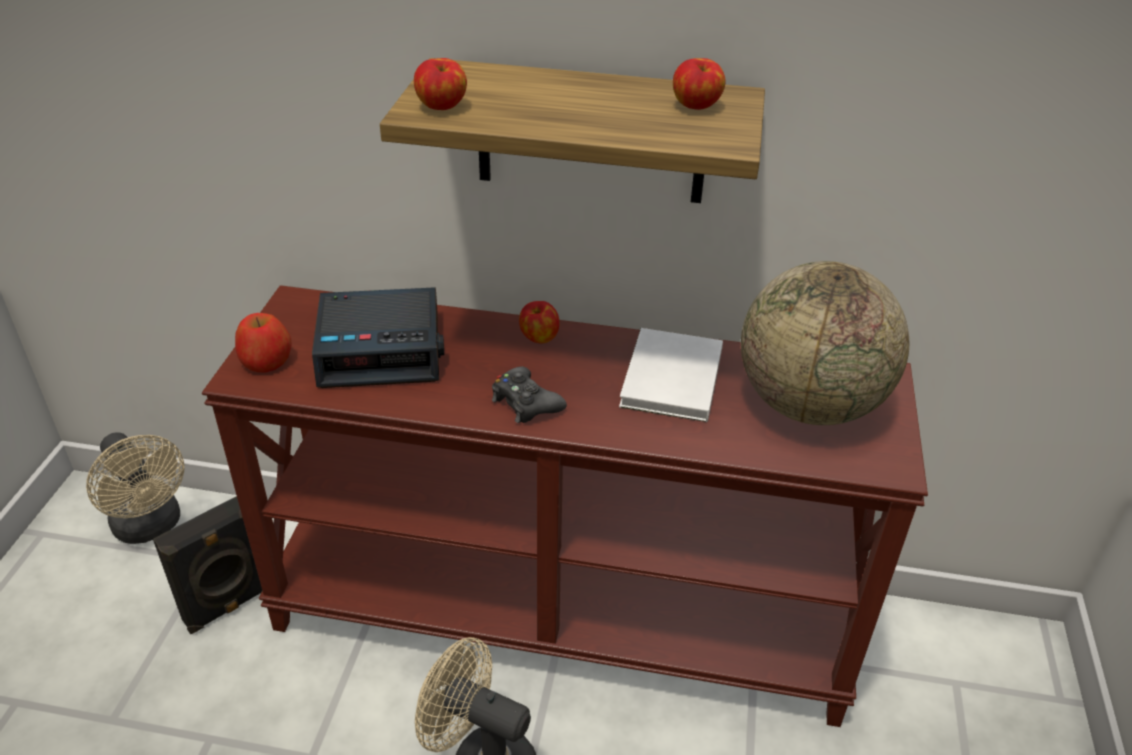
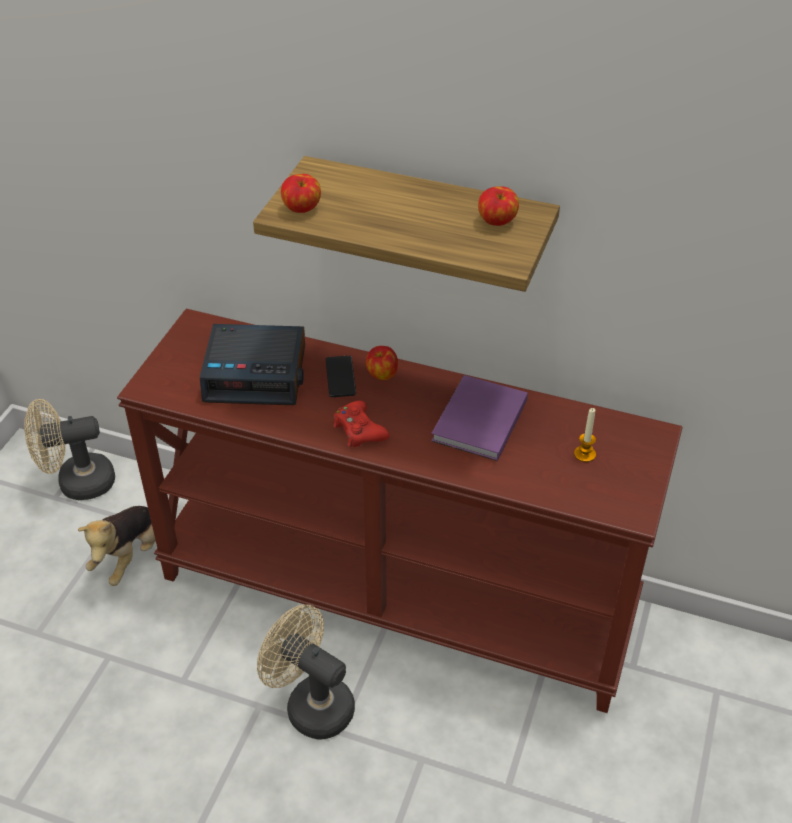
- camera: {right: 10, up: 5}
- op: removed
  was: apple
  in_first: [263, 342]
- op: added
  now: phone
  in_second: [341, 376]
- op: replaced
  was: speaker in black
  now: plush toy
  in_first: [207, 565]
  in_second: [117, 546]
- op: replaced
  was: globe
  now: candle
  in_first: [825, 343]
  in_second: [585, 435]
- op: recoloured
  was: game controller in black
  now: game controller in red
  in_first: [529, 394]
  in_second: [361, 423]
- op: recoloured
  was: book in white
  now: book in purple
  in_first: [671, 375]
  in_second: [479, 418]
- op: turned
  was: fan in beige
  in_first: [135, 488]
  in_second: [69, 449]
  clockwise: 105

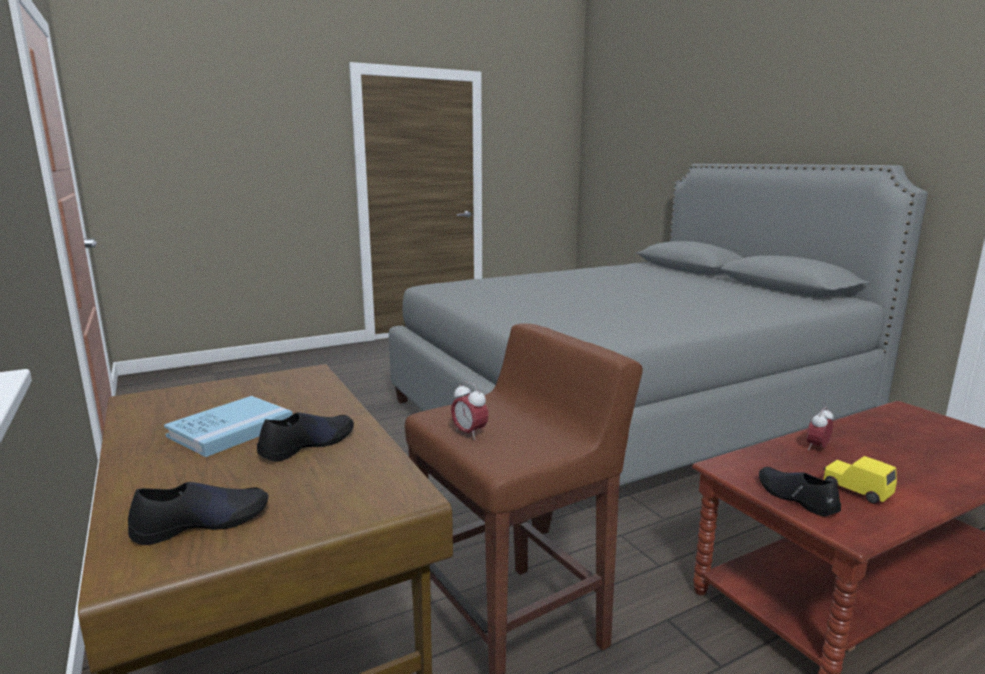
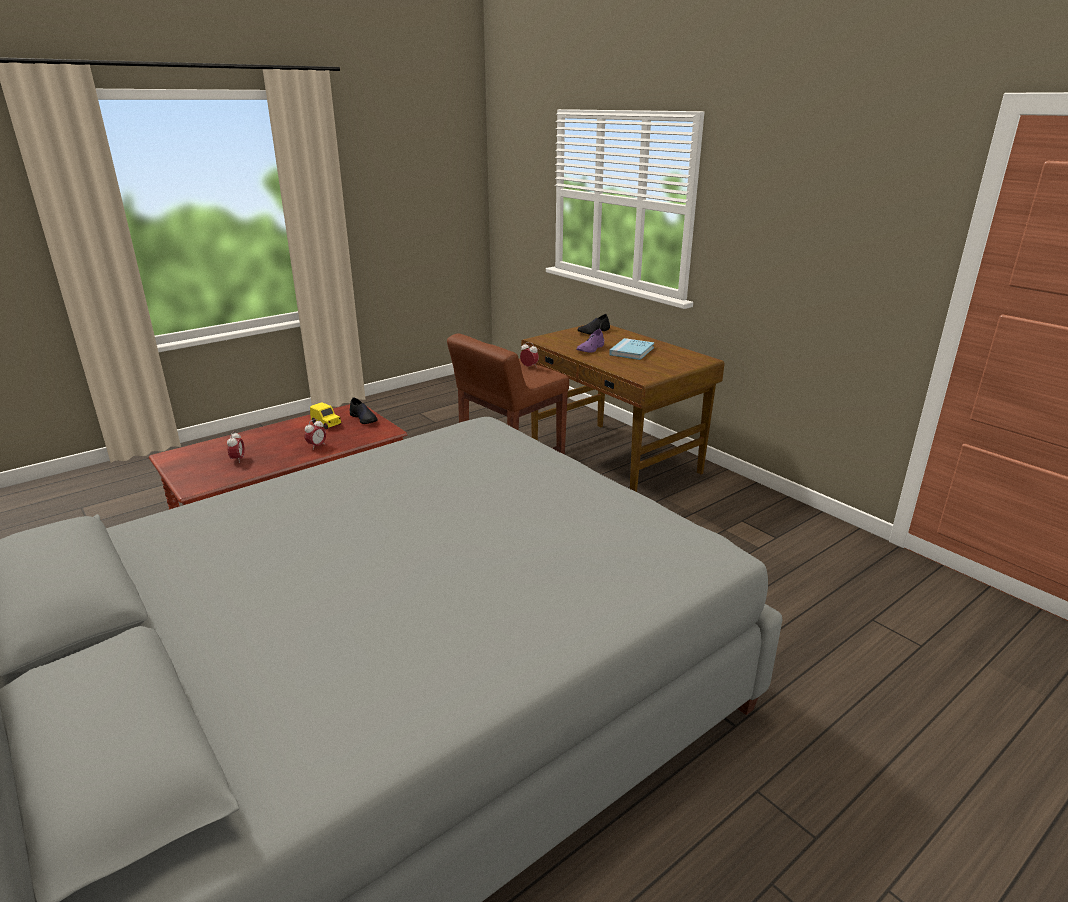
- camera: {right: 170, up: 10}
- op: added
  now: alarm clock
  in_second: [236, 447]
- op: recoloured
  was: shoe in black
  now: shoe in purple
  in_first: [305, 437]
  in_second: [590, 341]

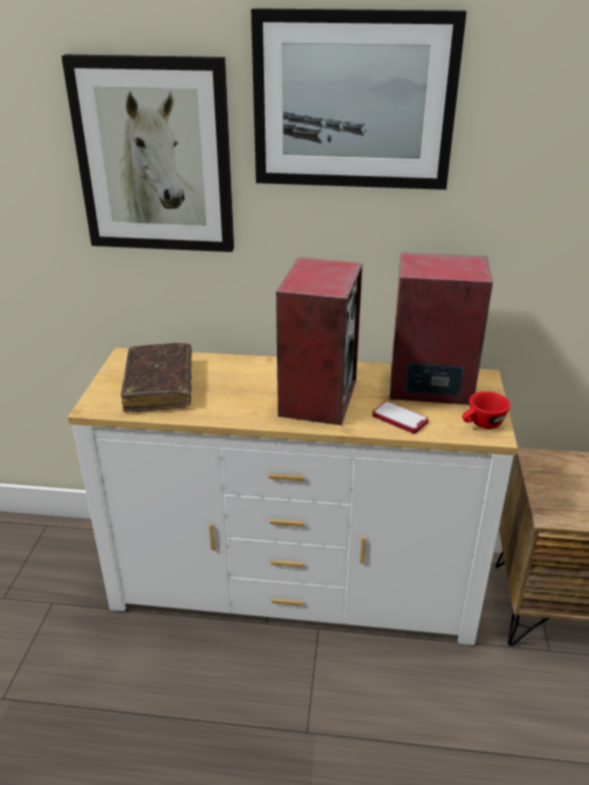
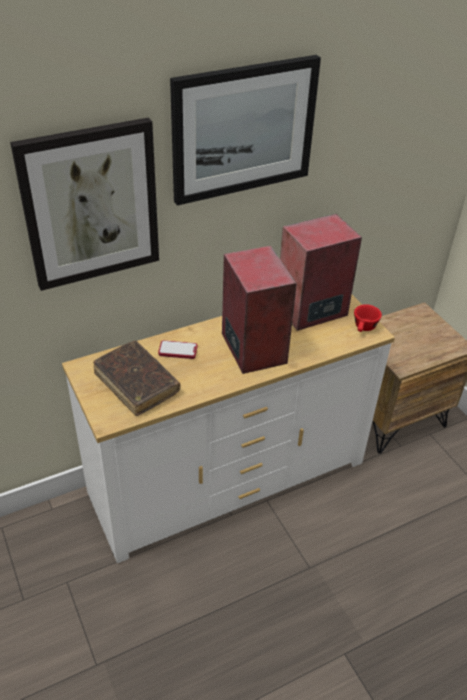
- camera: {right: -35, up: 10}
- op: moved
  was: phone
  in_first: [400, 417]
  in_second: [177, 349]

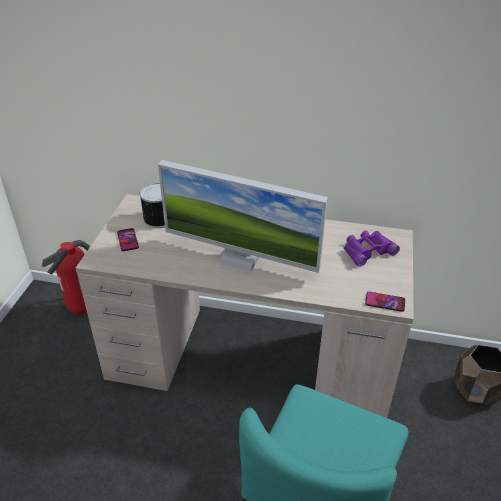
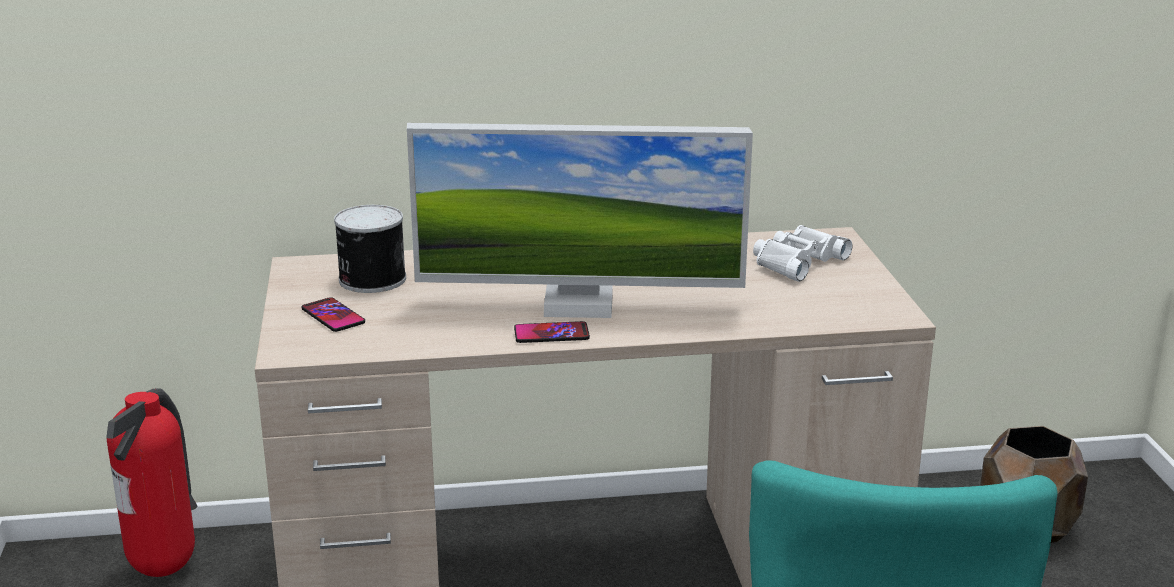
- camera: {right: -20, up: -15}
- op: moved
  was: phone
  in_first: [385, 302]
  in_second: [552, 332]
- op: recoloured
  was: binoculars in purple
  now: binoculars in white
  in_first: [372, 249]
  in_second: [803, 253]

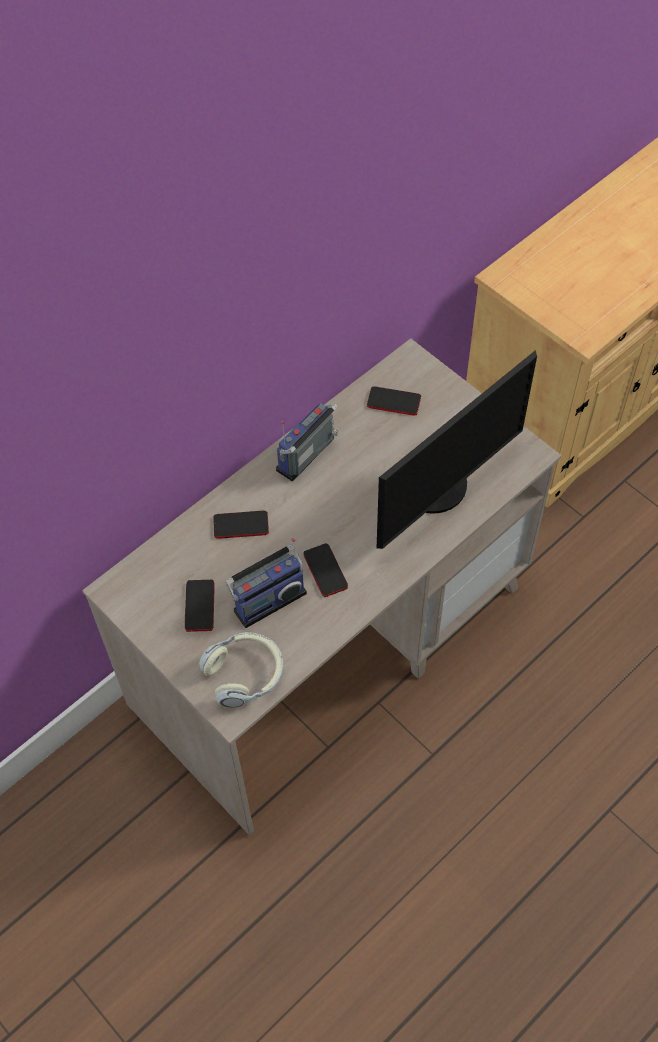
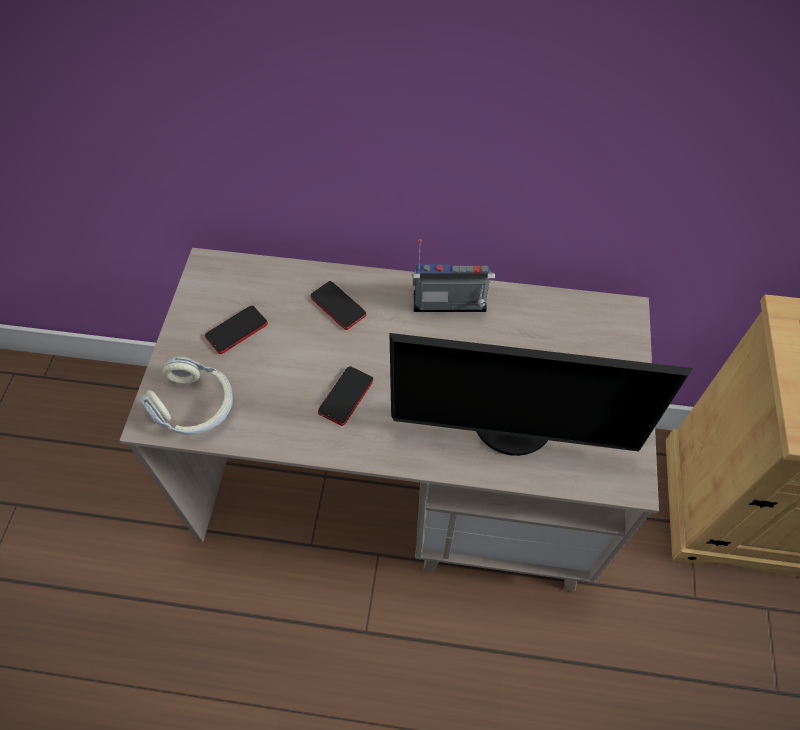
- camera: {right: 50, up: 0}
- op: removed
  was: radio
  in_first: [266, 583]
- op: removed
  was: phone
  in_first: [394, 401]

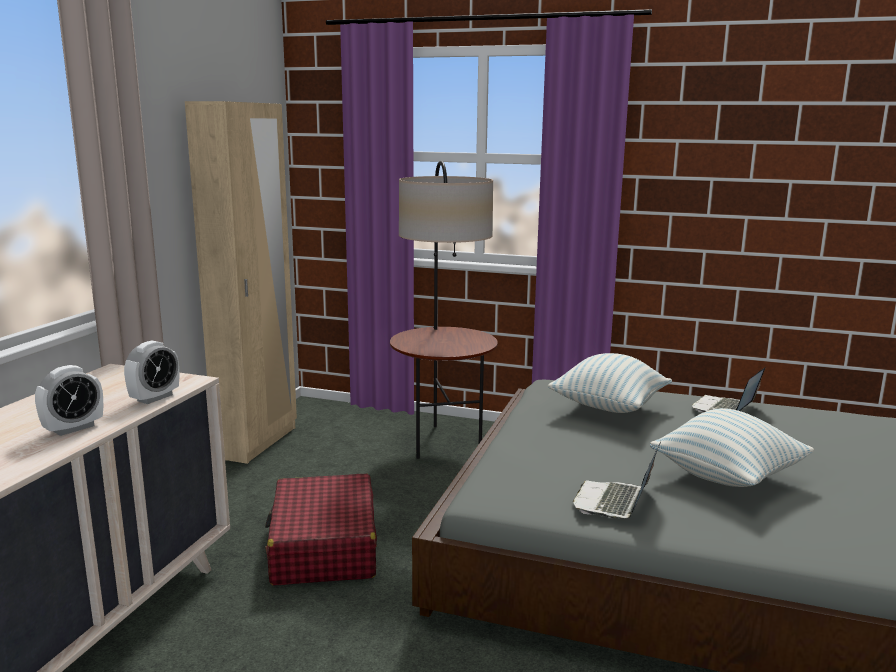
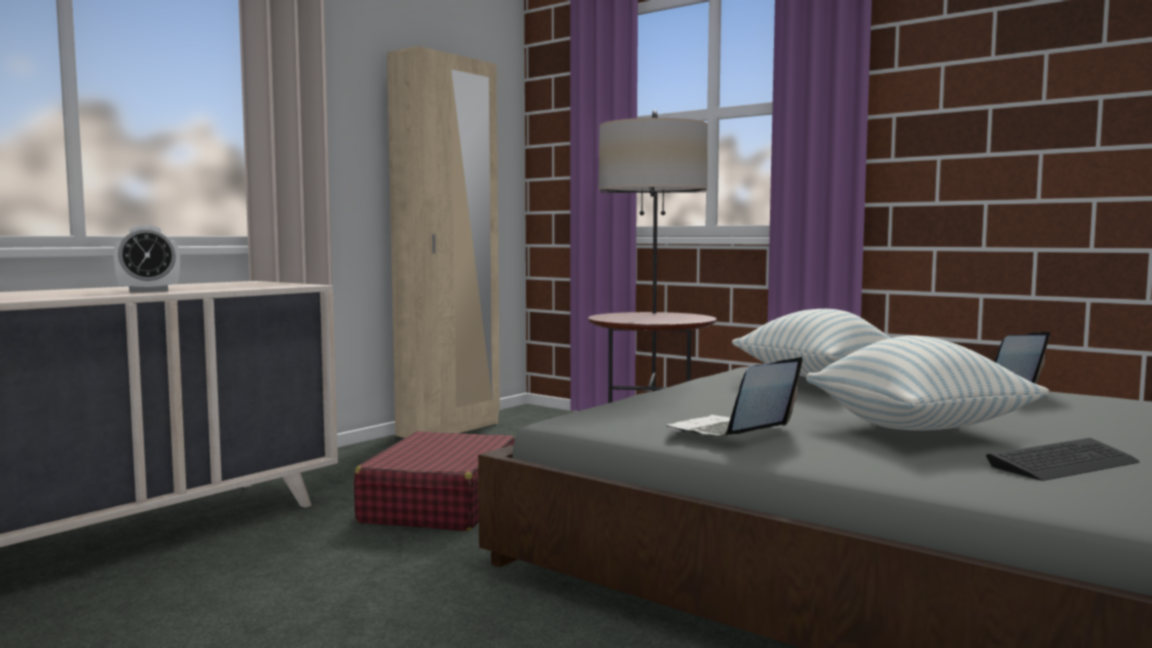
- camera: {right: 20, up: -10}
- op: removed
  was: alarm clock
  in_first: [151, 372]
- op: added
  now: keyboard
  in_second: [1062, 459]

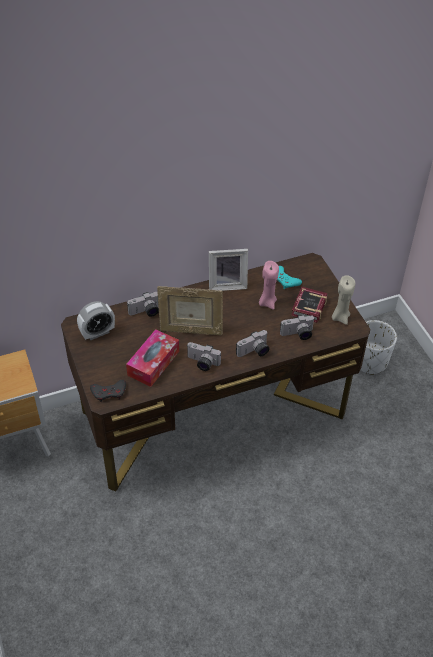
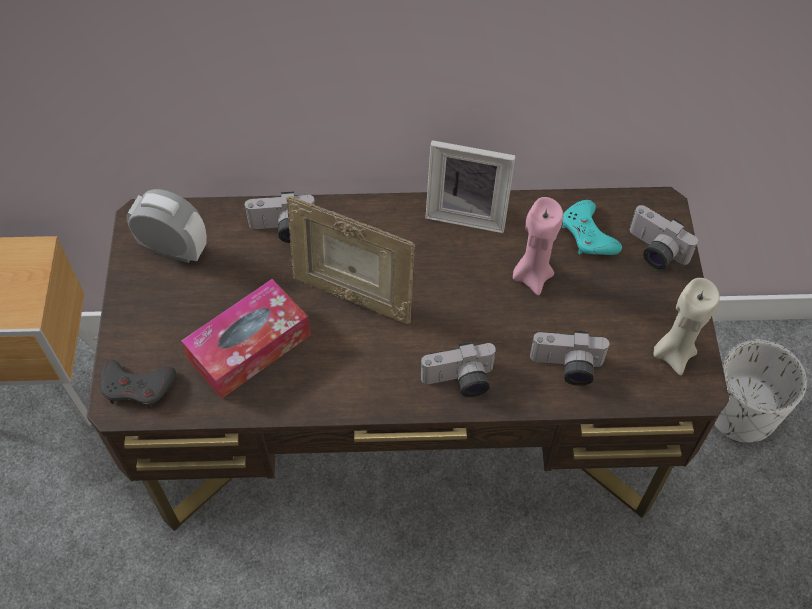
- camera: {right: 20, up: 10}
- op: removed
  was: book
  in_first: [309, 305]
- op: moved
  was: photo camera
  in_first: [204, 356]
  in_second: [664, 237]
- op: turned
  was: alarm clock
  in_first: [96, 320]
  in_second: [166, 226]
  clockwise: -150

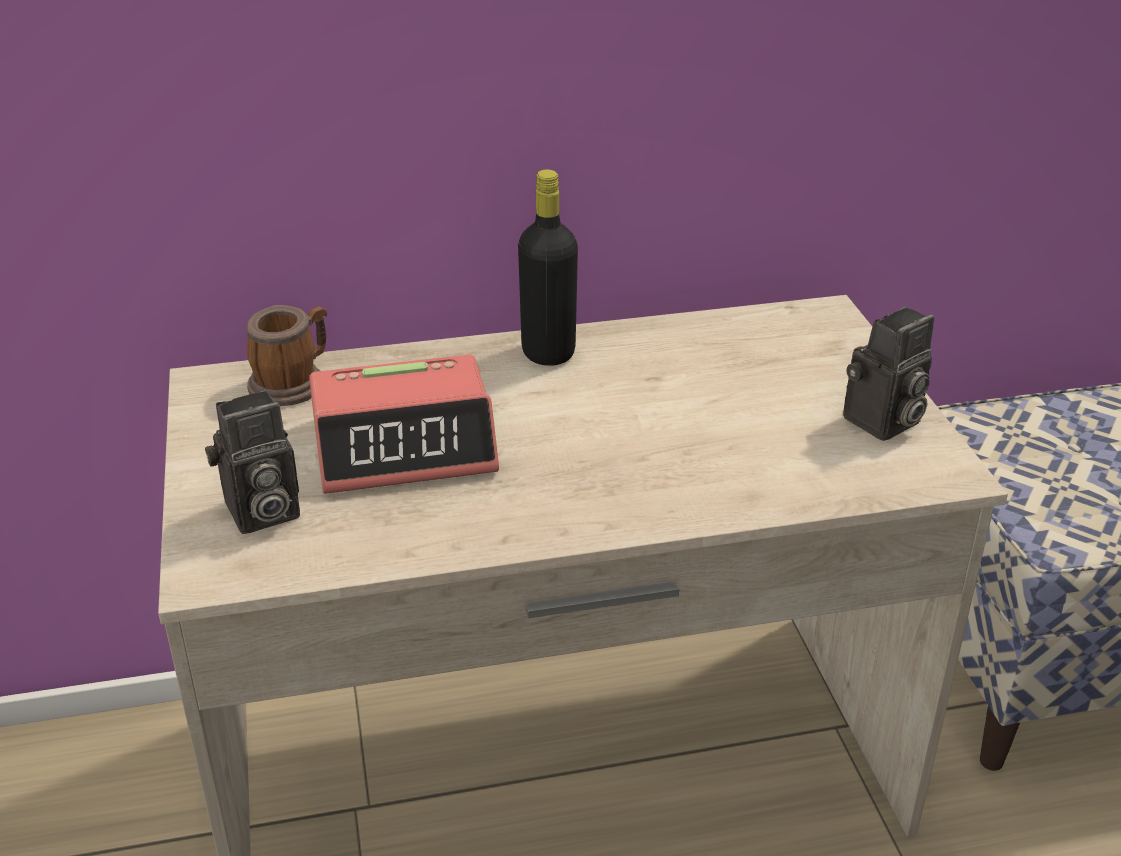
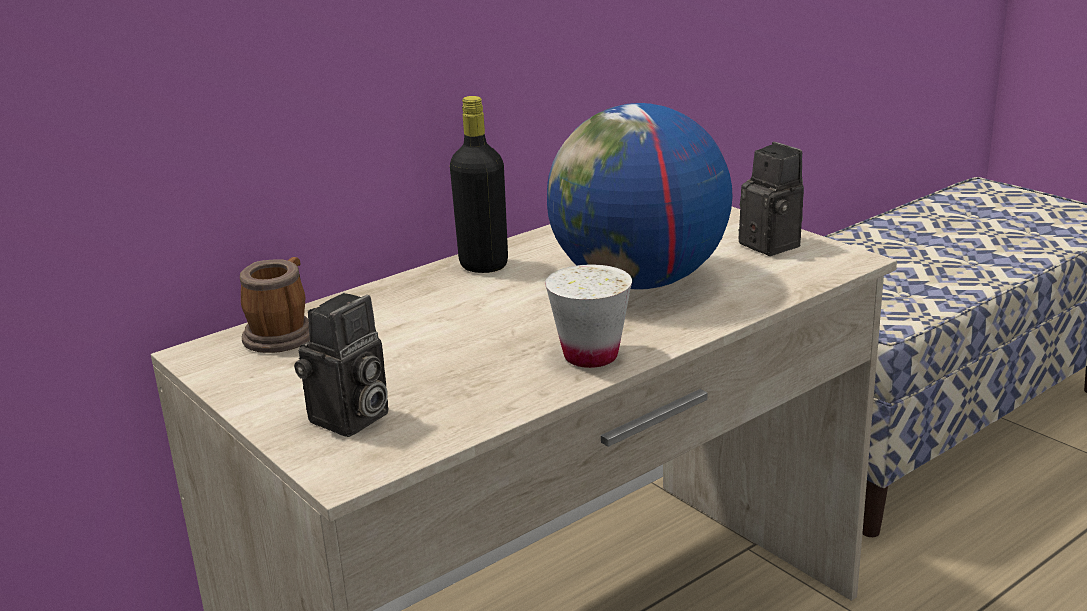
- camera: {right: -25, up: -10}
- op: removed
  was: alarm clock
  in_first: [404, 424]
- op: added
  now: cup in white
  in_second: [588, 316]
- op: added
  now: globe
  in_second: [639, 196]
- op: turned
  was: photo camera
  in_first: [888, 374]
  in_second: [771, 199]
  clockwise: -60

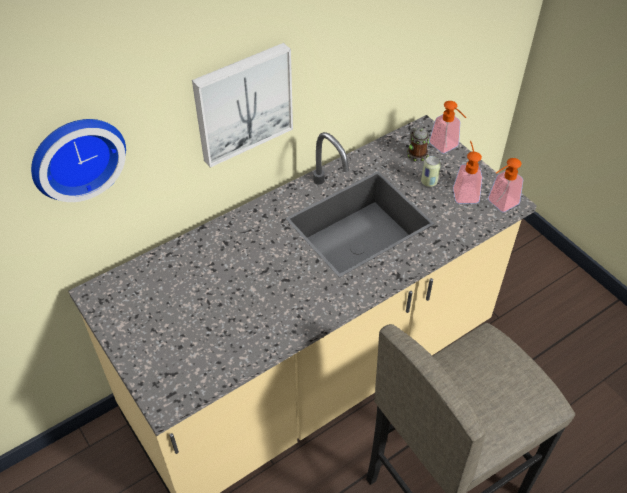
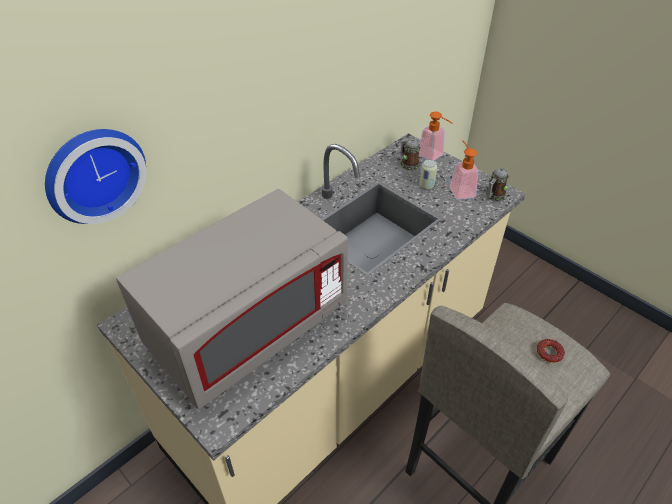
- camera: {right: -10, up: -5}
- op: removed
  was: picture
  in_first: [242, 105]
- op: added
  now: microwave in grey
  in_second: [232, 299]
- op: added
  now: donut
  in_second: [551, 351]
- op: replaced
  was: soap dispenser
  now: mug
  in_first: [505, 185]
  in_second: [497, 184]

